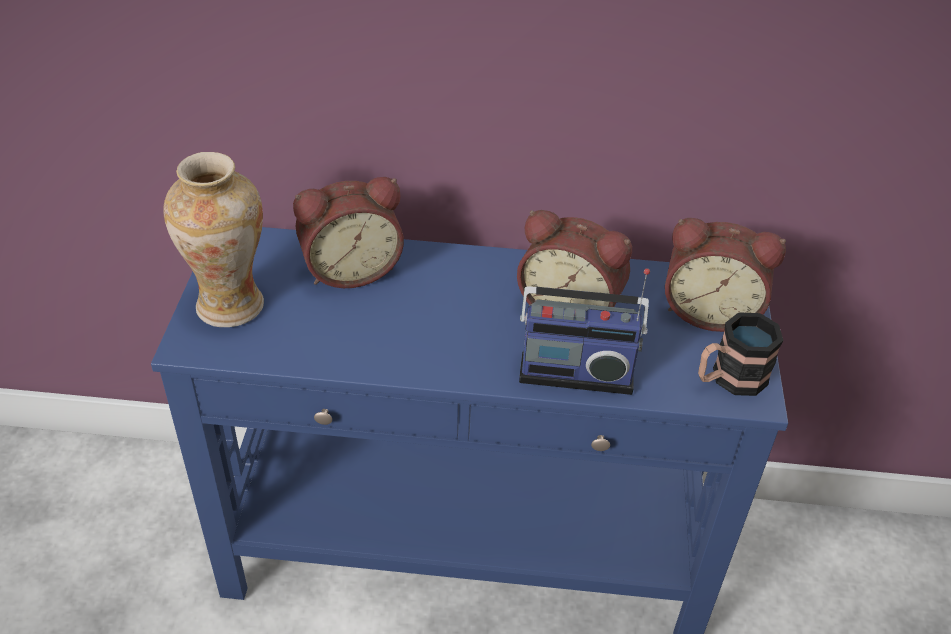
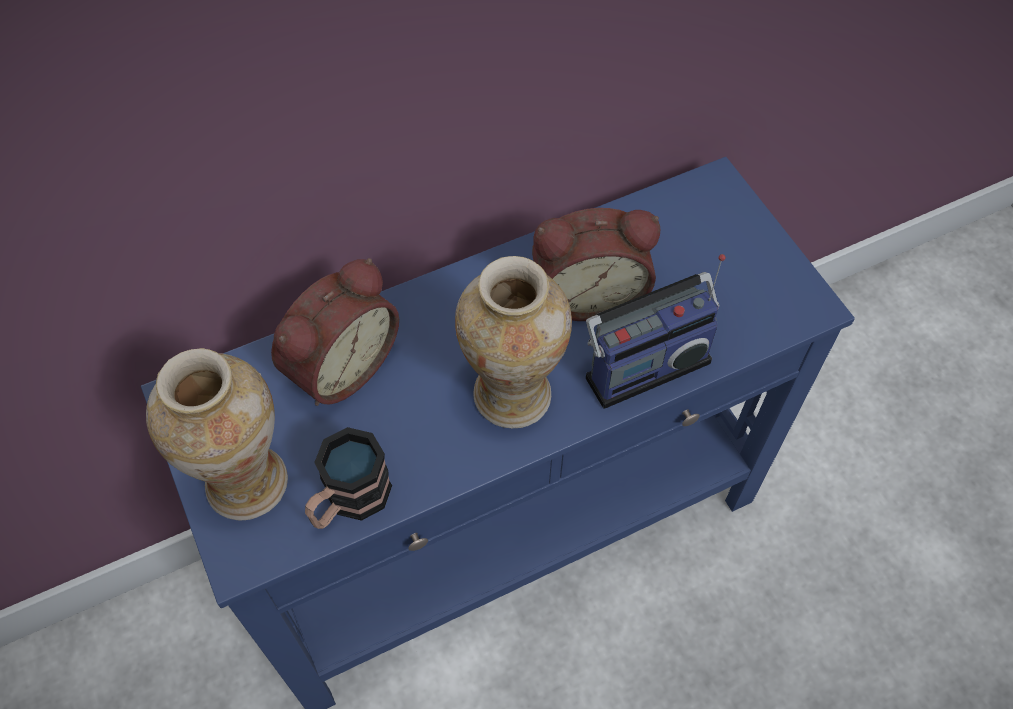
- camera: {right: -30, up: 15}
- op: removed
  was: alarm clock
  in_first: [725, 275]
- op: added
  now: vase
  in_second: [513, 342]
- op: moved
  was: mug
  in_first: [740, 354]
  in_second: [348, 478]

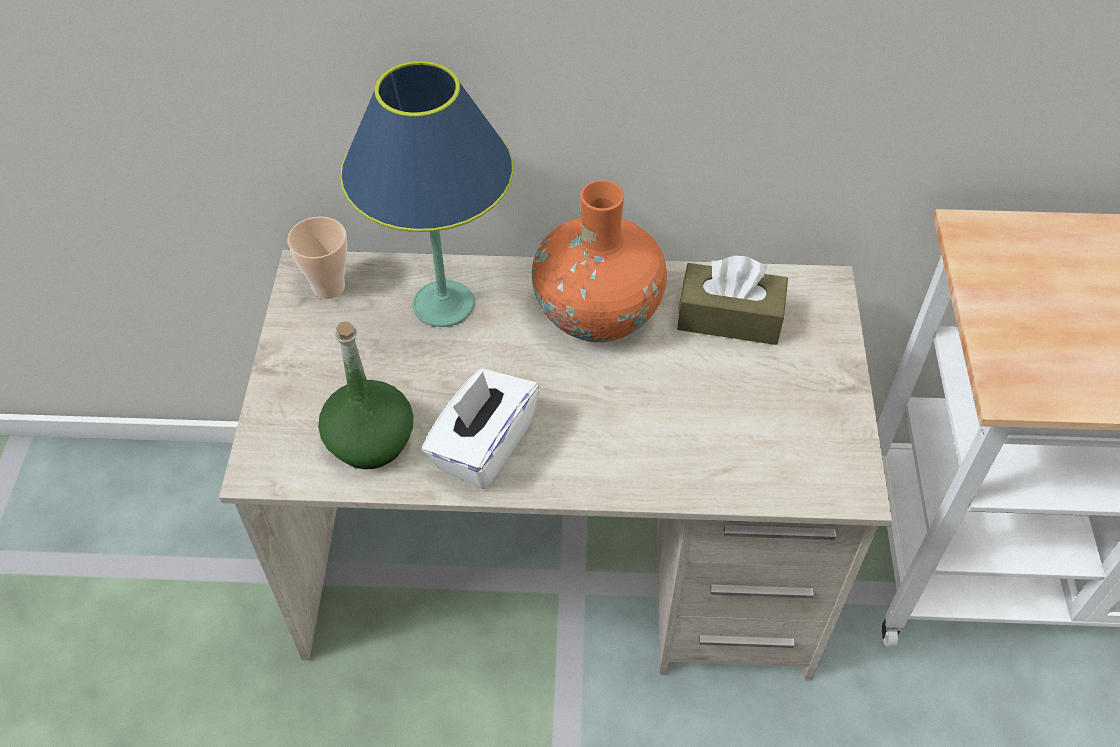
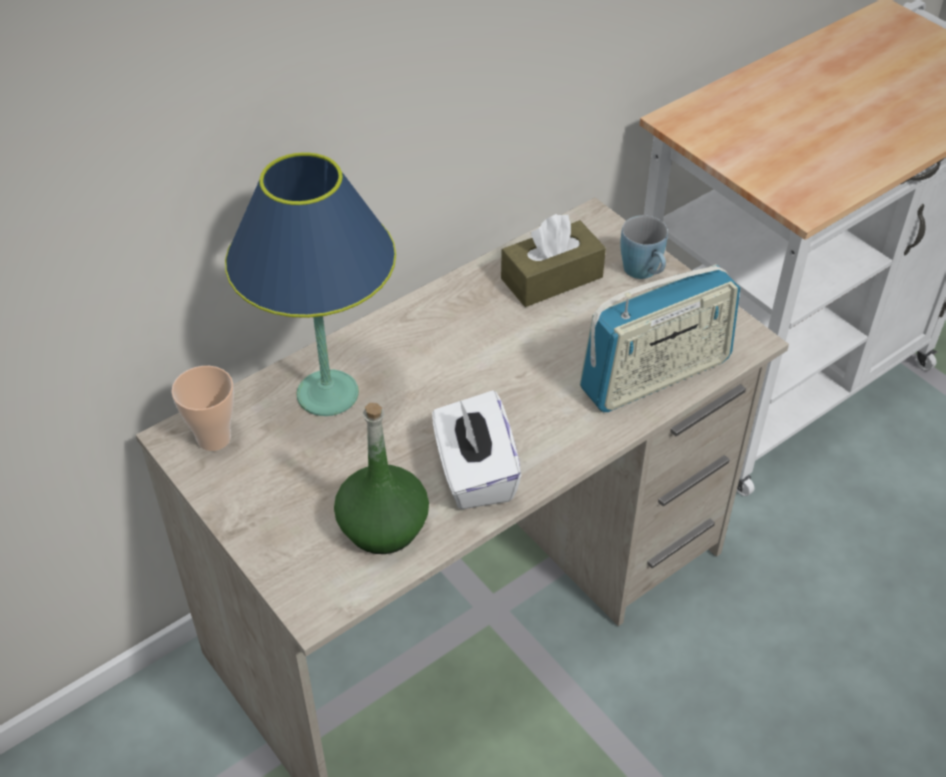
- camera: {right: -40, up: -5}
- op: removed
  was: vase in orange
  in_first: [599, 261]
- op: added
  now: radio
  in_second: [660, 338]
- op: added
  now: mug in blue
  in_second: [644, 247]

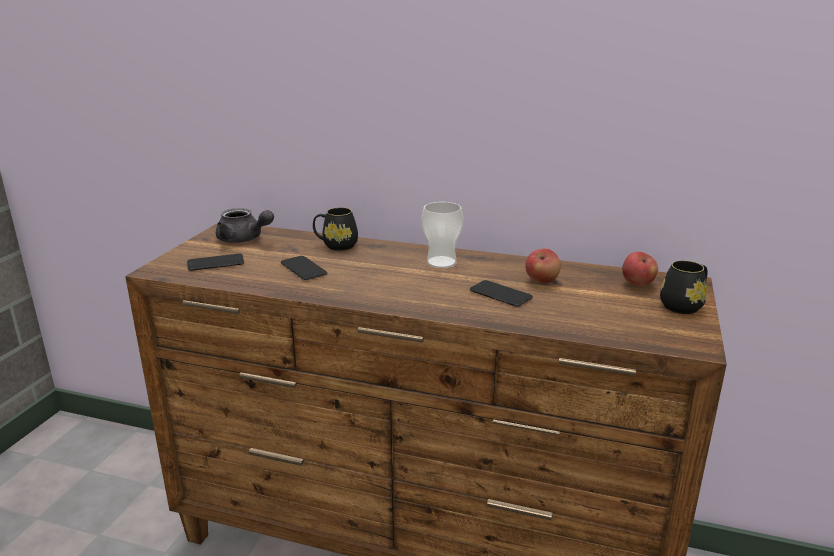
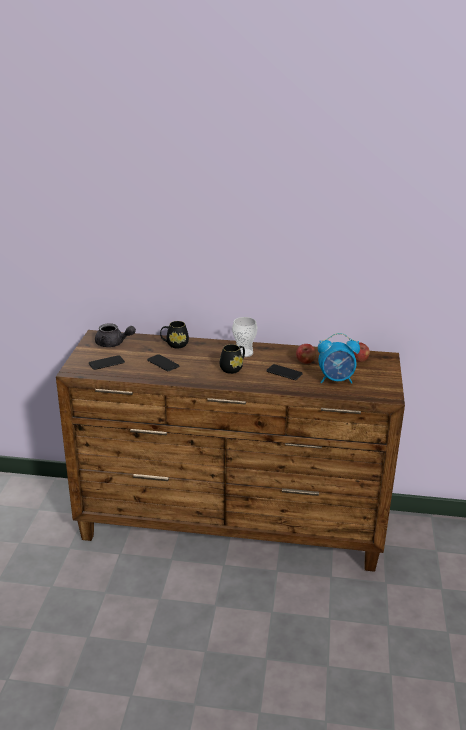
- camera: {right: -10, up: 5}
- op: added
  now: alarm clock
  in_second: [339, 358]
- op: moved
  was: mug in black
  in_first: [684, 287]
  in_second: [232, 359]

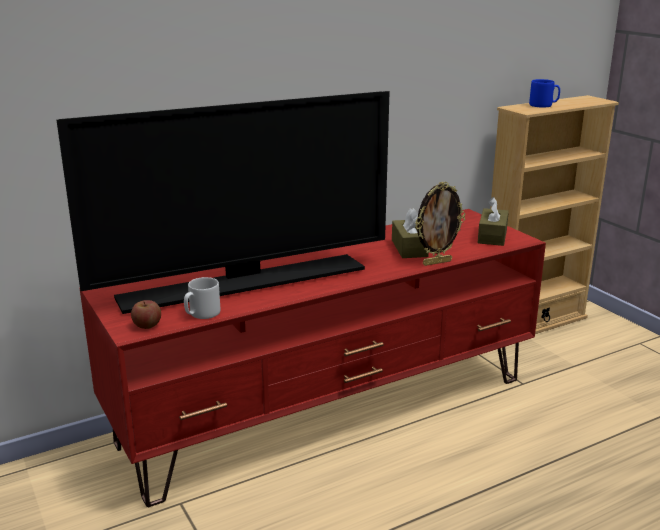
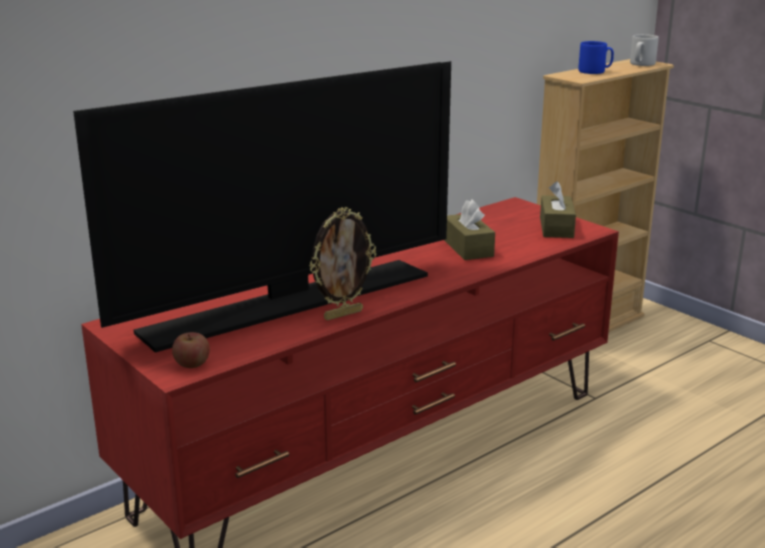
- camera: {right: -10, up: 0}
- op: moved
  was: mug in grey
  in_first: [202, 298]
  in_second: [644, 50]
- op: moved
  was: picture frame
  in_first: [440, 223]
  in_second: [342, 264]

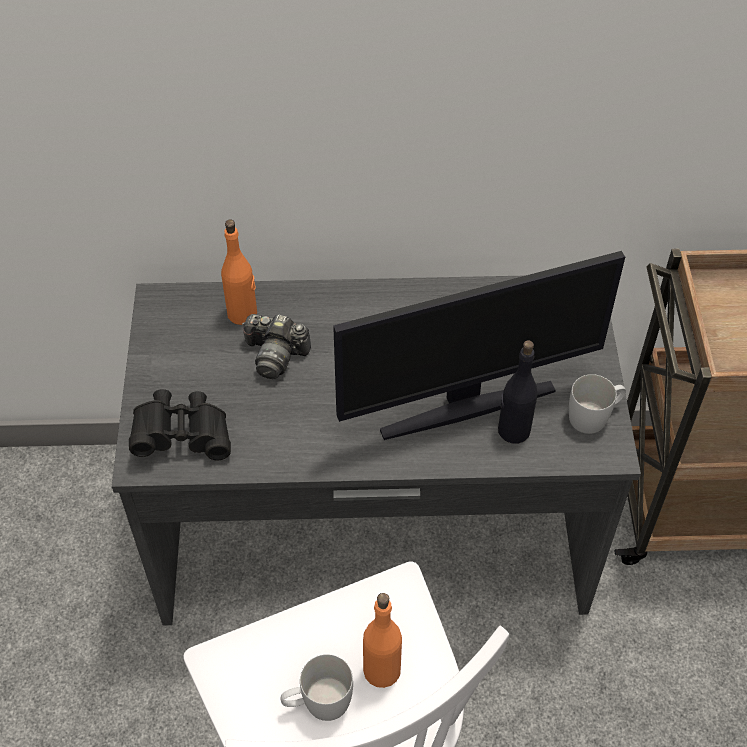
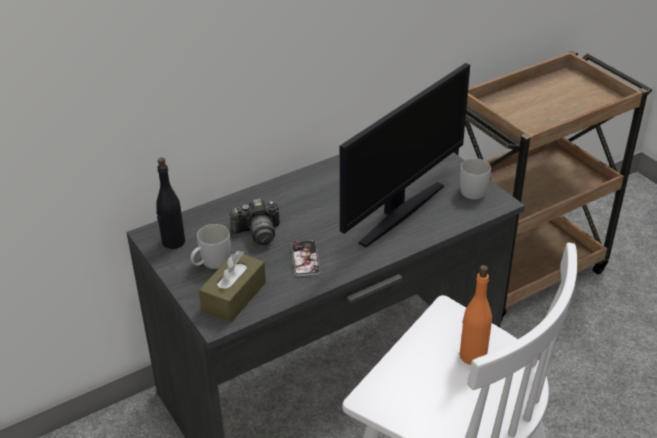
- camera: {right: -30, up: -15}
- op: removed
  was: bottle in orange
  in_first: [239, 272]
- op: added
  now: phone
  in_second: [305, 258]
- op: moved
  was: mug in white
  in_first: [316, 687]
  in_second: [211, 246]
- op: moved
  was: bottle in black
  in_first: [517, 392]
  in_second: [170, 203]
- op: replaced
  was: binoculars in black
  now: tissue box in brown
  in_first: [180, 424]
  in_second: [232, 286]

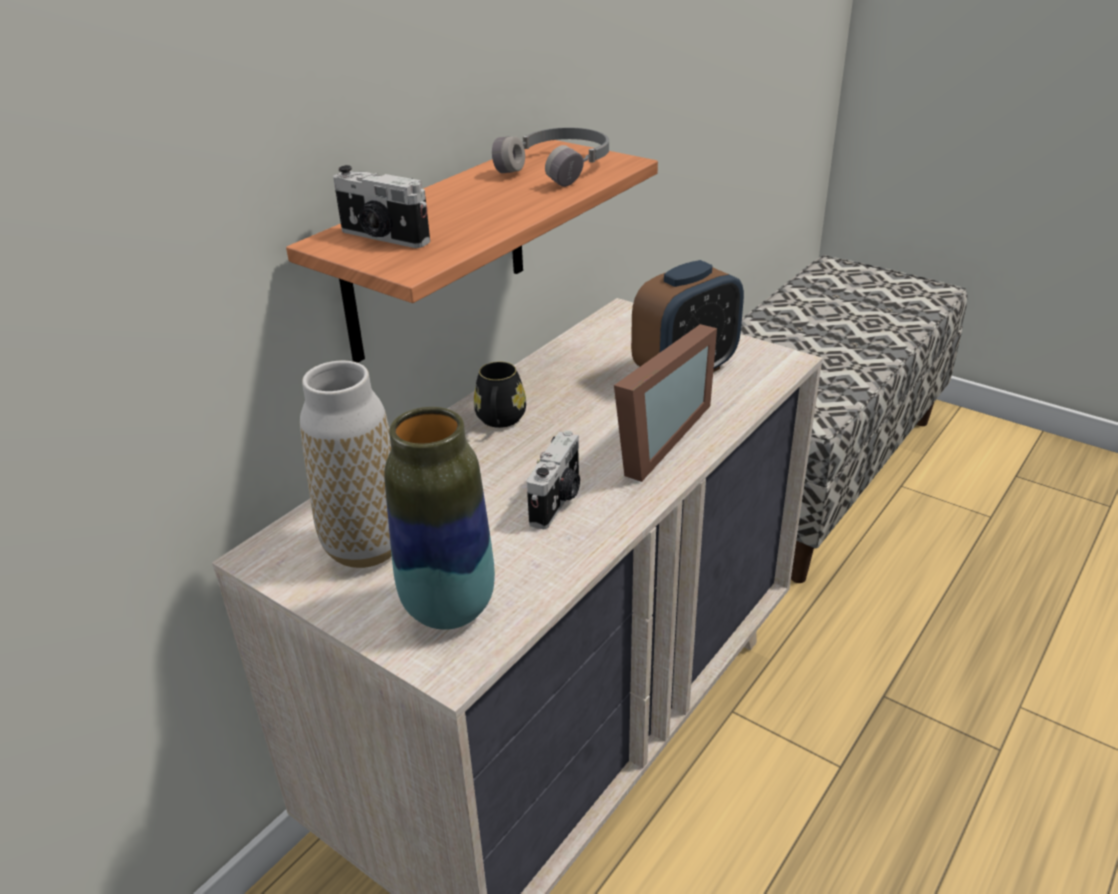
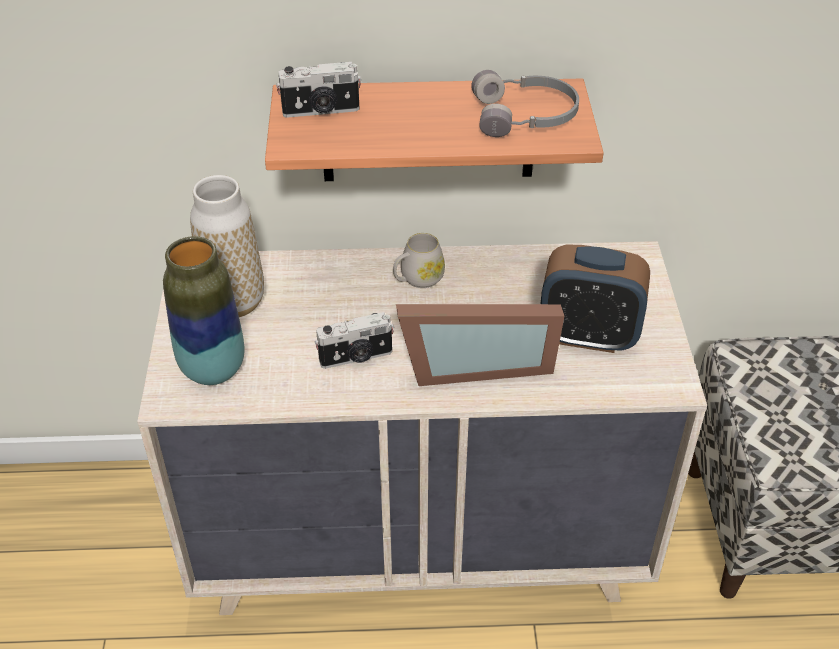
- camera: {right: 50, up: 10}
- op: recoloured
  was: mug in black
  now: mug in white
  in_first: [500, 394]
  in_second: [419, 260]
- op: turned
  was: photo camera
  in_first: [381, 206]
  in_second: [319, 89]
  clockwise: -90

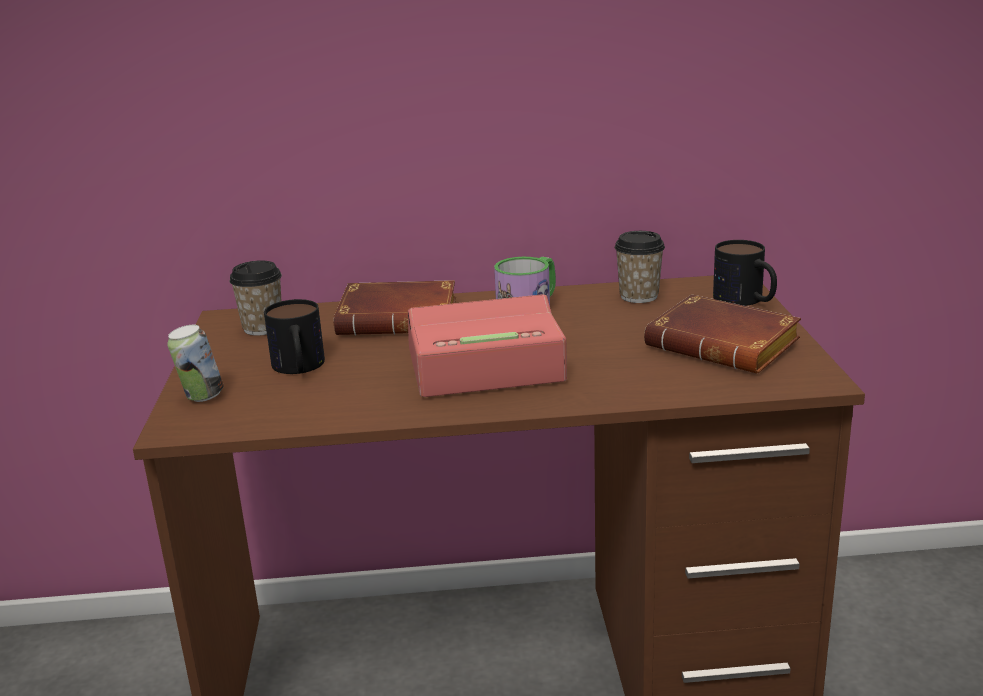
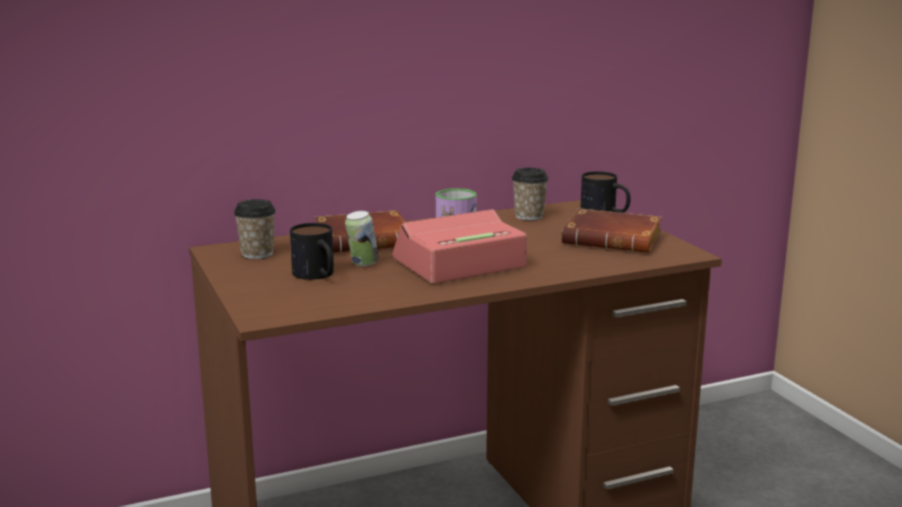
- camera: {right: -20, up: -5}
- op: moved
  was: can
  in_first: [195, 363]
  in_second: [362, 239]

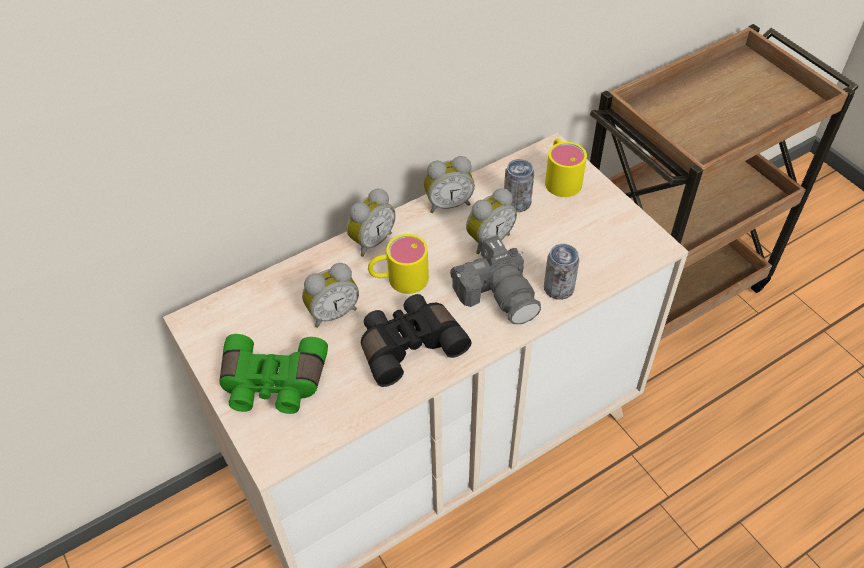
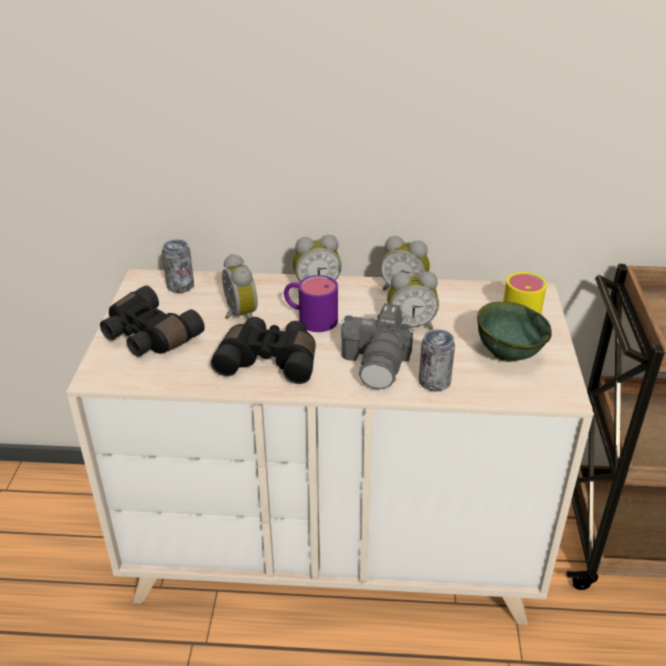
- camera: {right: 35, up: -15}
- op: added
  now: bowl in green
  in_second: [514, 332]
- op: moved
  was: can
  in_first: [519, 185]
  in_second: [178, 266]
- op: recoloured
  was: binoculars in green
  now: binoculars in black
  in_first: [273, 374]
  in_second: [152, 321]
- op: recoloured
  was: mug in yellow
  now: mug in purple
  in_first: [398, 264]
  in_second: [311, 303]
- op: turned
  was: alarm clock
  in_first: [330, 295]
  in_second: [239, 286]
  clockwise: -120

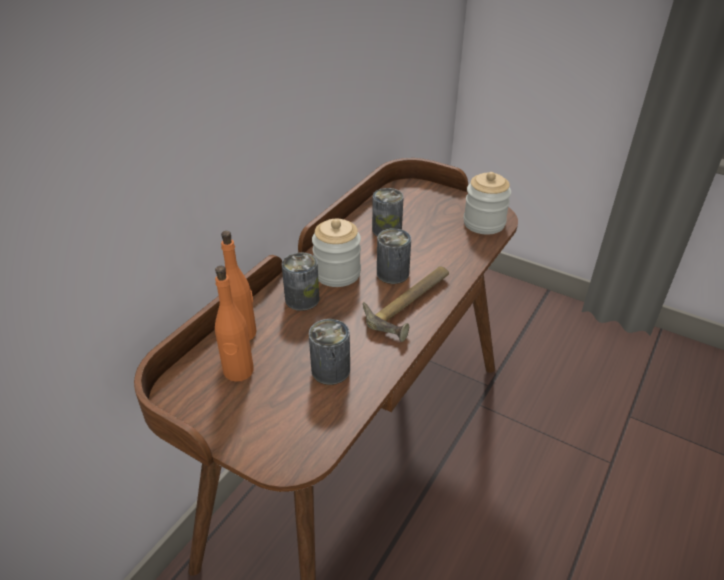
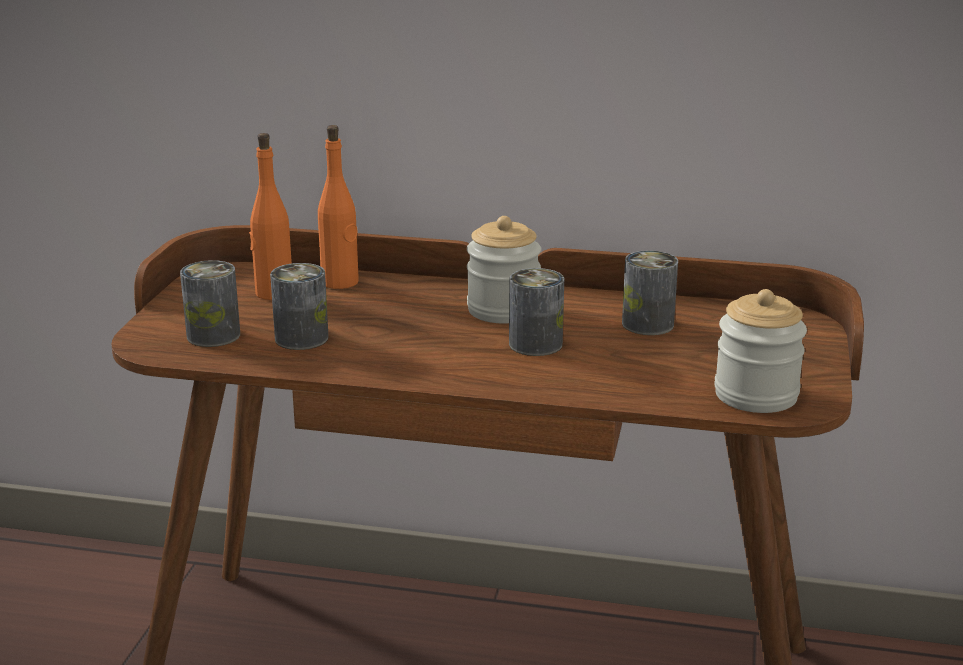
- camera: {right: 70, up: -15}
- op: removed
  was: hammer
  in_first: [406, 304]
- op: moved
  was: can
  in_first: [301, 281]
  in_second: [210, 303]

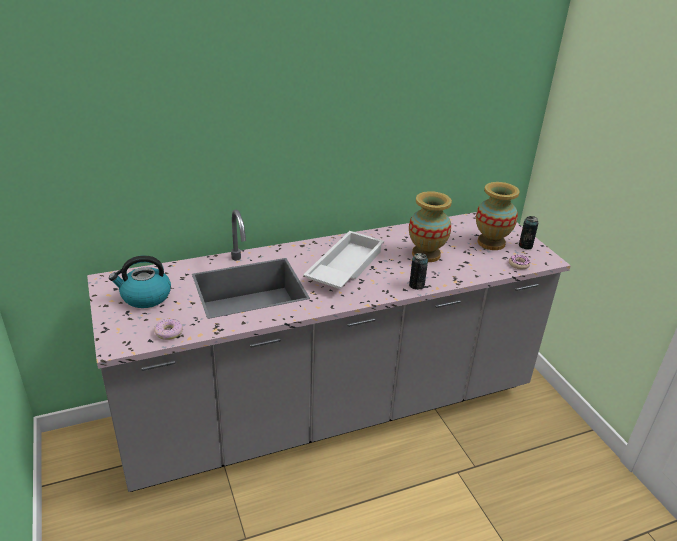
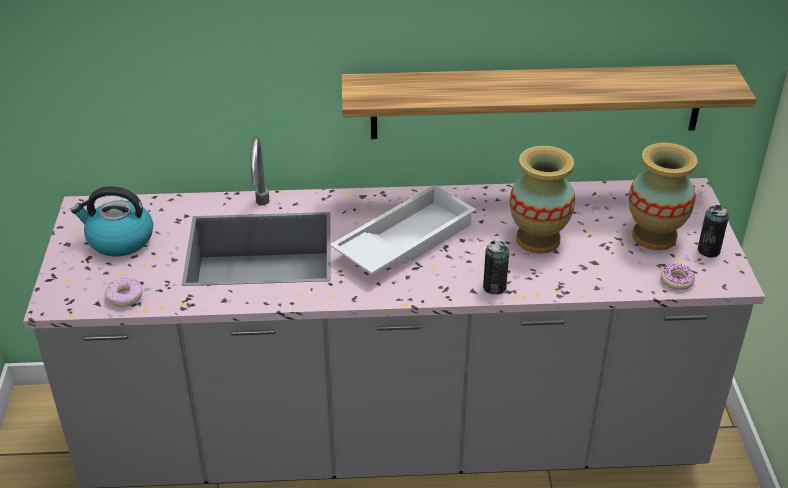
- camera: {right: 20, up: 5}
- op: added
  now: shelf
  in_second: [548, 101]

